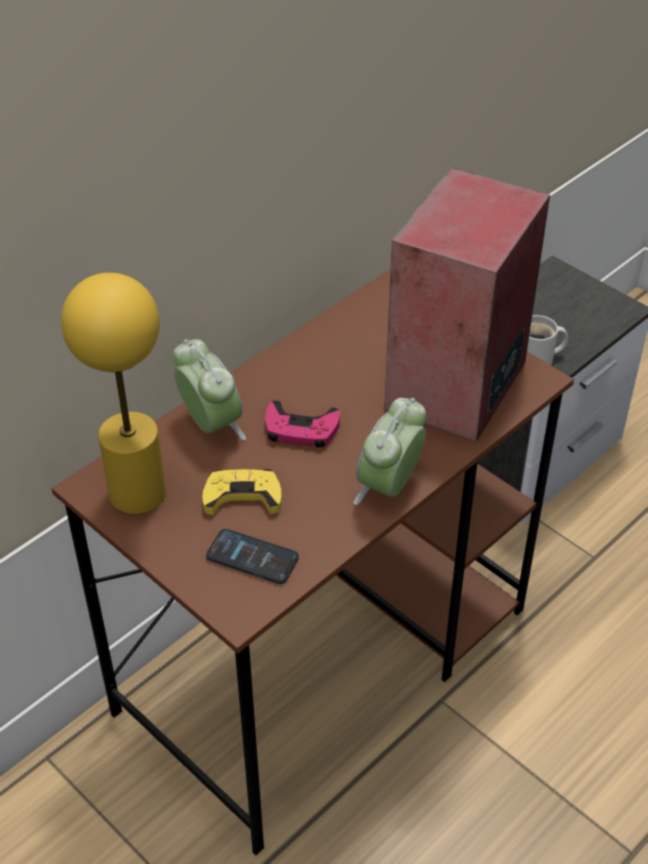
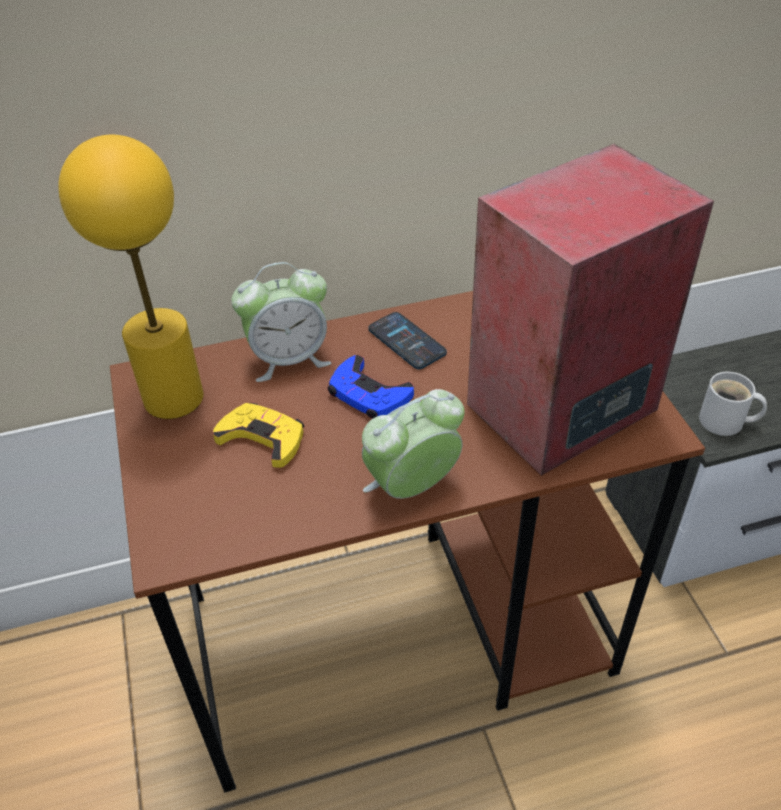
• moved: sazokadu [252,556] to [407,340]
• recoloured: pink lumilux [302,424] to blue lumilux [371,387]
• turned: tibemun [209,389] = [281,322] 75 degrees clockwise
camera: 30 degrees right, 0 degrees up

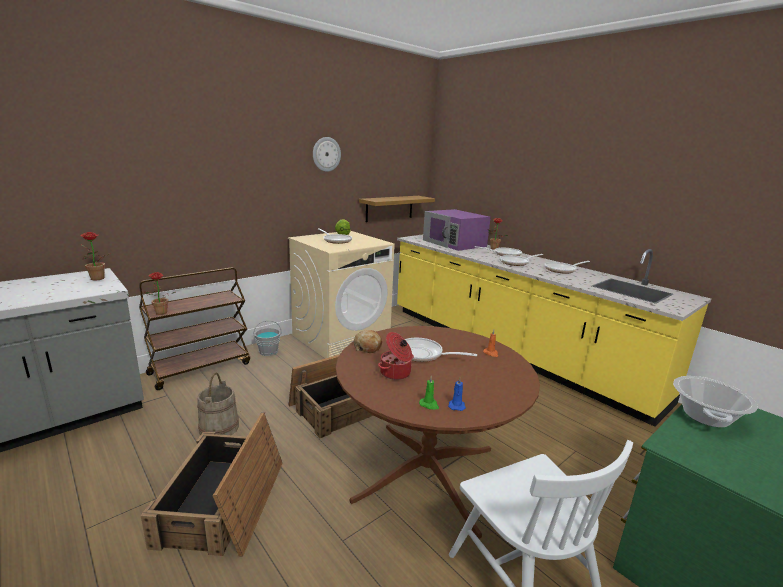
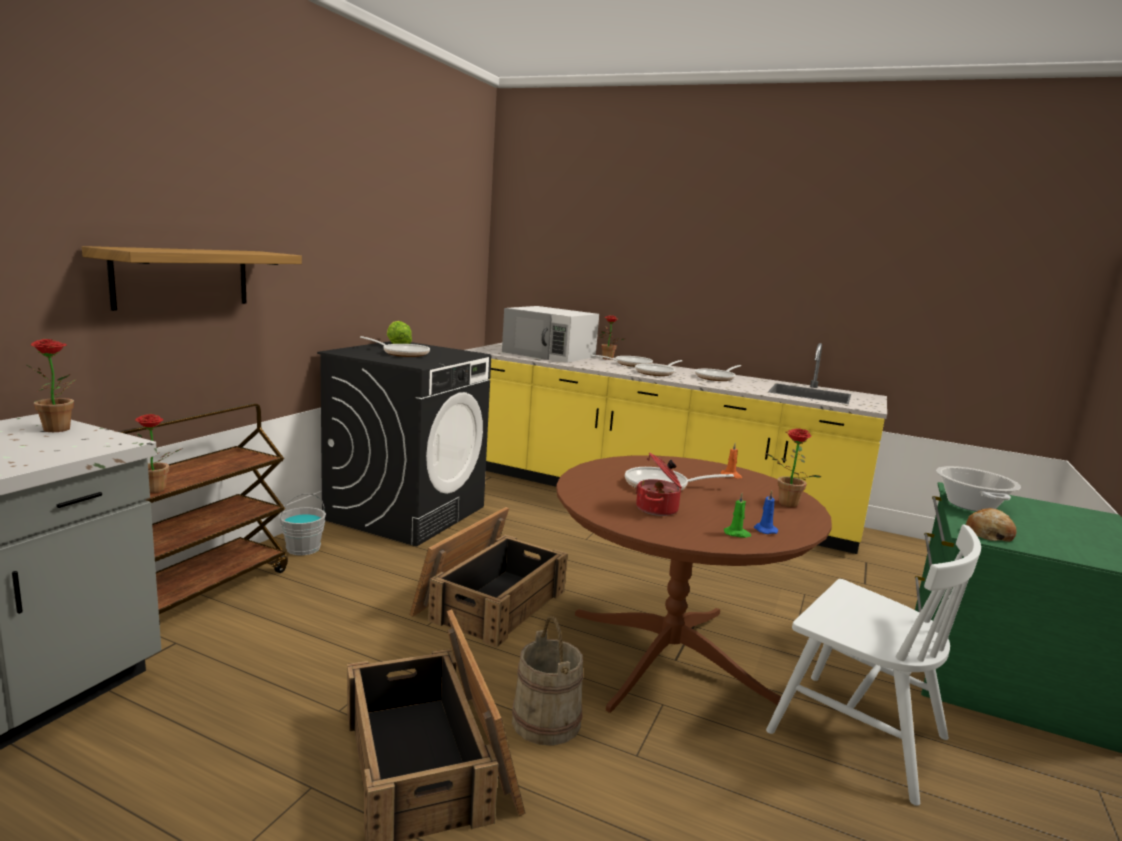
• removed: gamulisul [327,154]
• added: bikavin [793,468]
• moved: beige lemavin [218,404] to [547,681]
• moved: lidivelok [368,341] to [991,525]
• moved: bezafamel [397,209] to [192,278]
• recoloured: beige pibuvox [341,294] to black pibuvox [404,443]
• recoloured: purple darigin [457,230] to white darigin [550,334]
camera: 25 degrees left, 5 degrees down

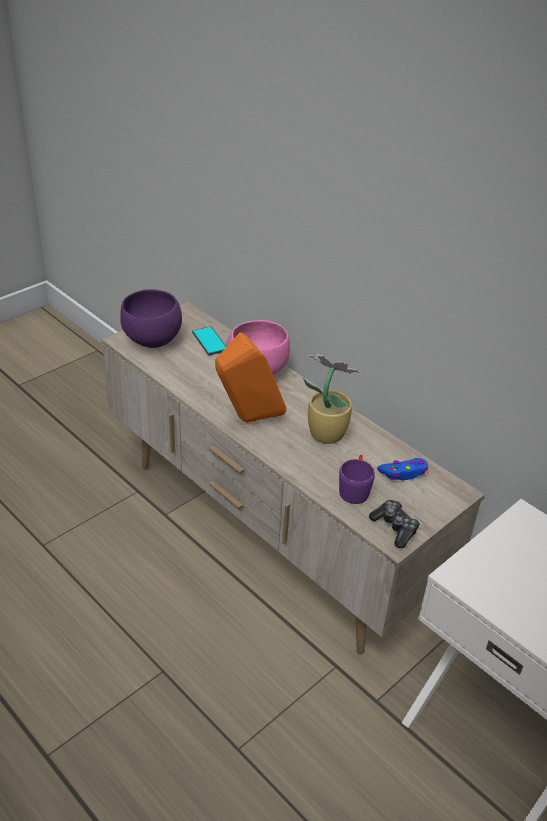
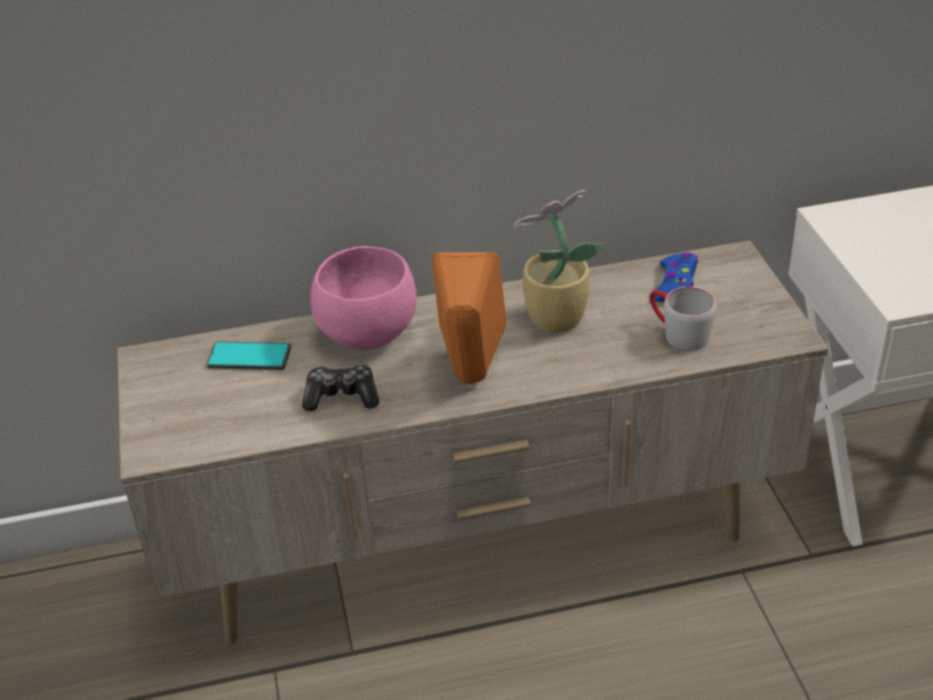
• removed: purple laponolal [151,318]
• moved: lumilux [394,524] to [340,387]
• recoloured: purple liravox [357,479] to grey liravox [683,319]
camera: 55 degrees left, 0 degrees up

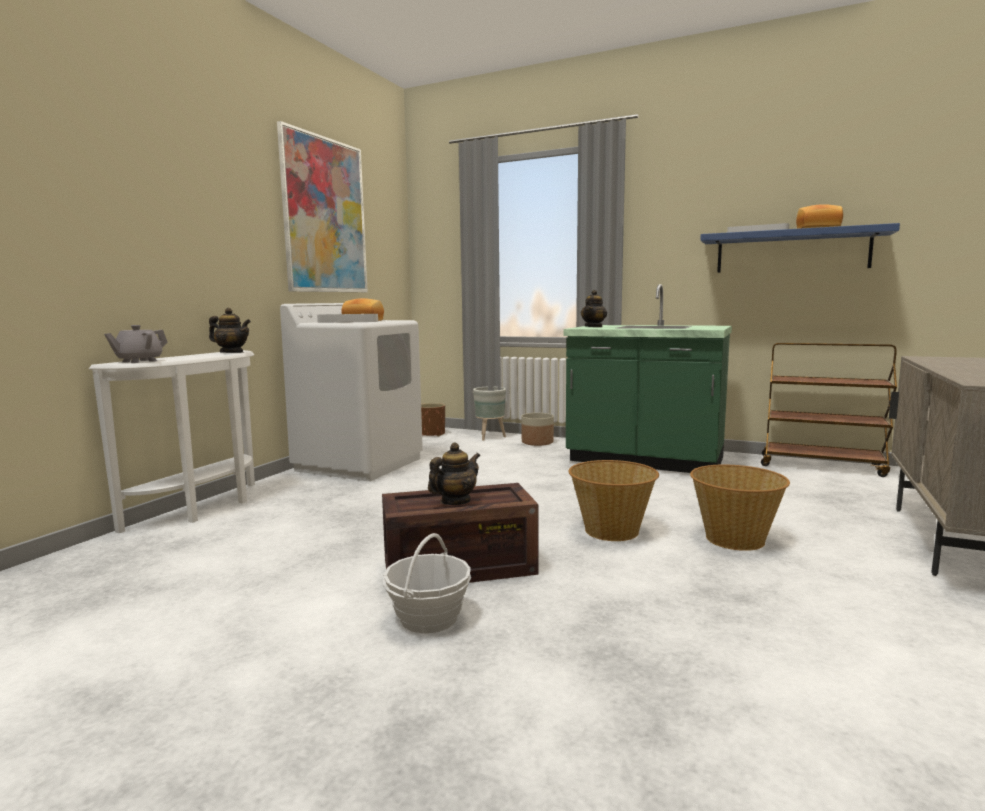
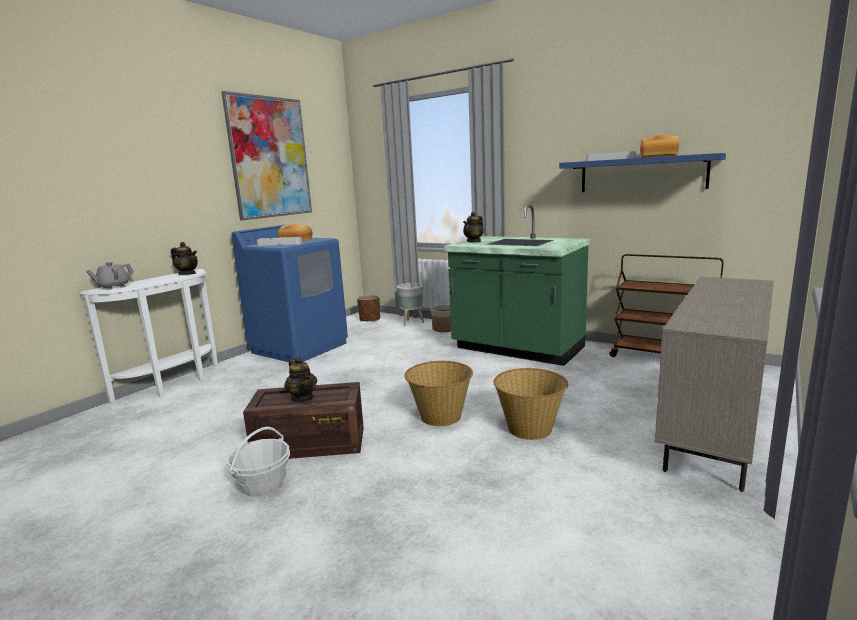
• recoloured: white pibuvox [351,392] to blue pibuvox [289,293]
• turned: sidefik [454,474] = [300,379] 90 degrees clockwise
camera: 10 degrees right, 5 degrees up

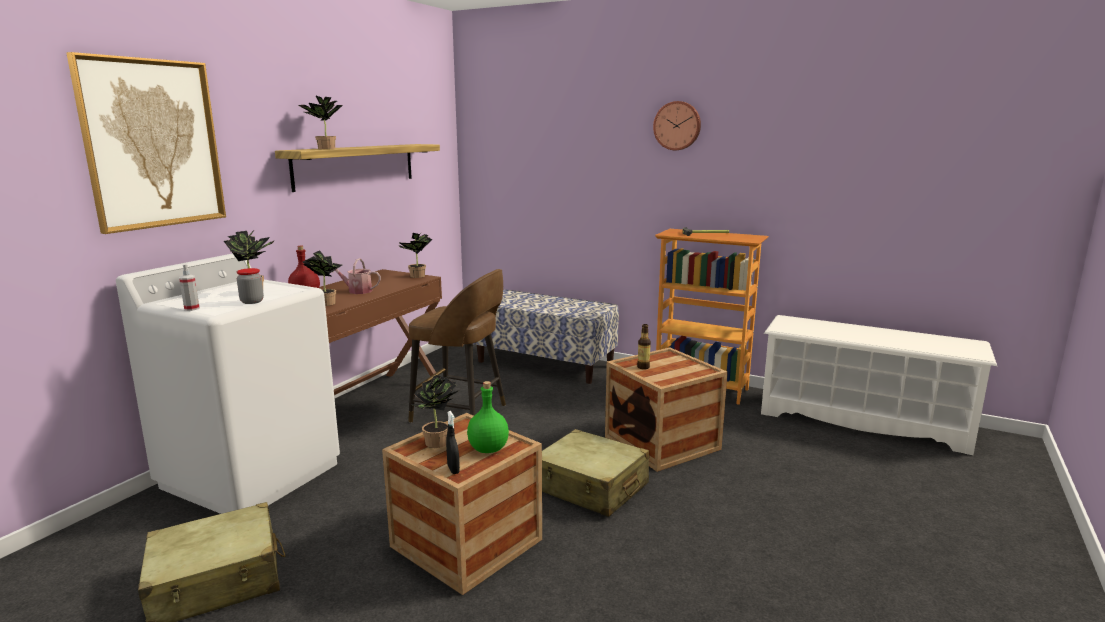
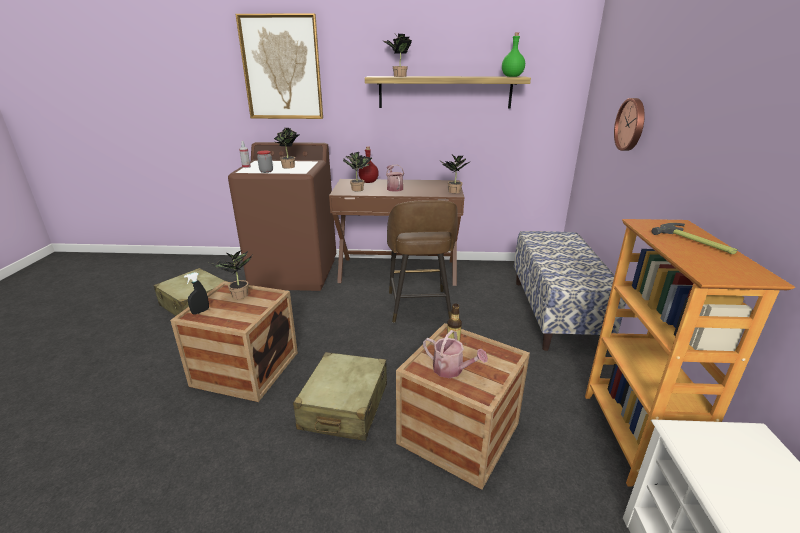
• added: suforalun [455,354]
• moved: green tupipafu [488,417] to [513,54]
• moved: gamulisul [677,125] to [629,124]
• recoloured: white pibuvox [228,383] to brown pibuvox [282,216]
camera: 65 degrees right, 10 degrees up

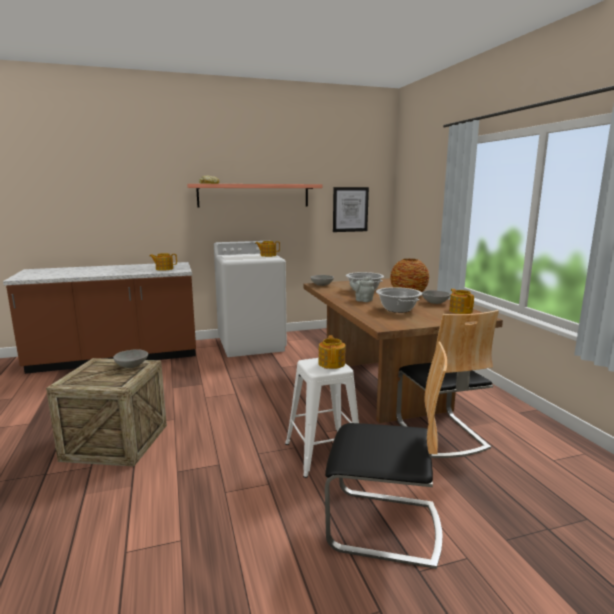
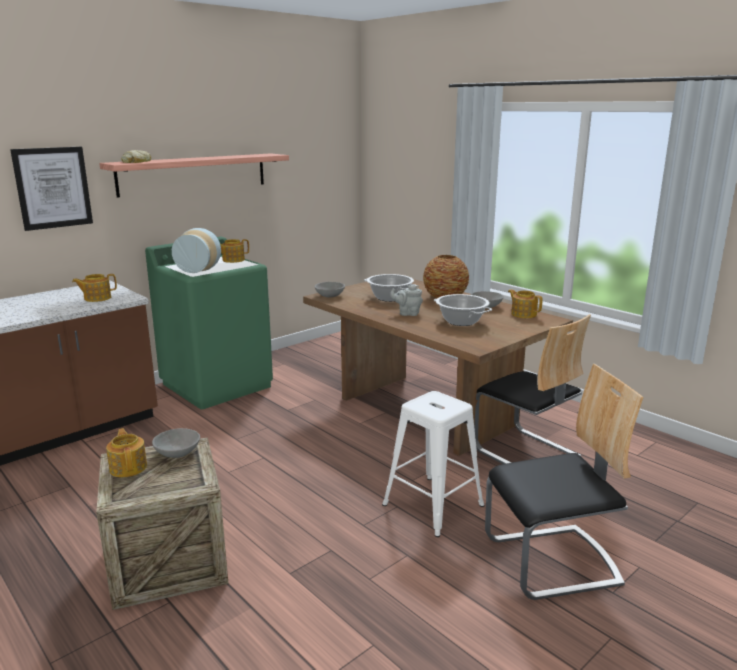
• added: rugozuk [196,250]
• moved: sidefik [332,352] to [126,452]
• moved: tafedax [351,209] to [51,189]
• recoloured: white pibuvox [250,299] to green pibuvox [209,323]
camera: 25 degrees left, 5 degrees up

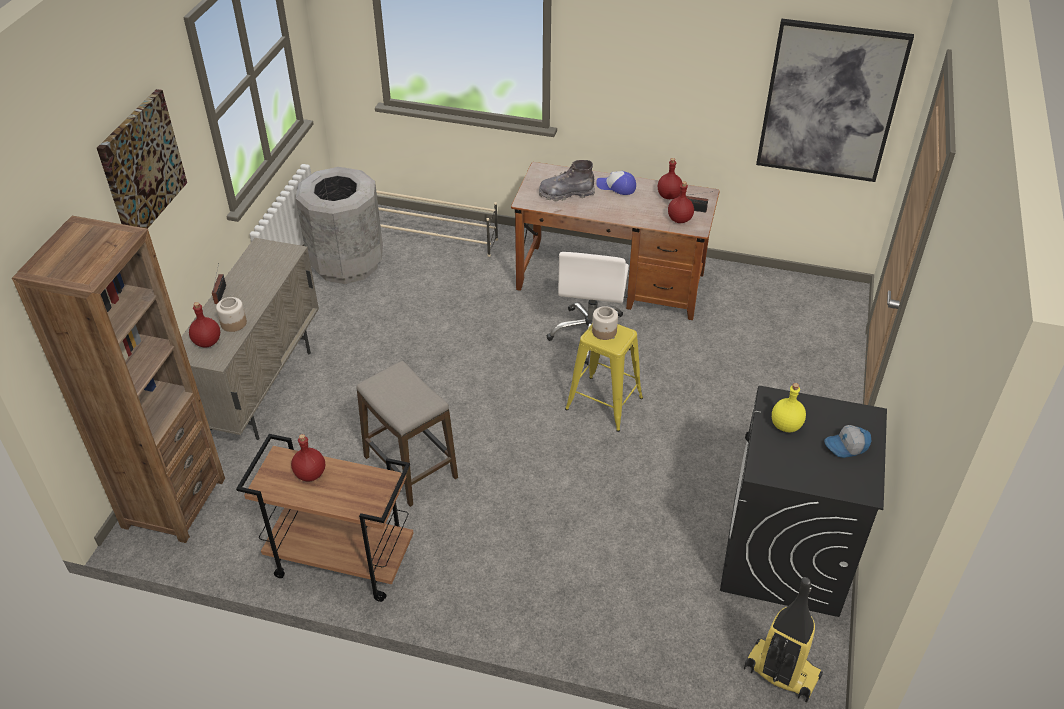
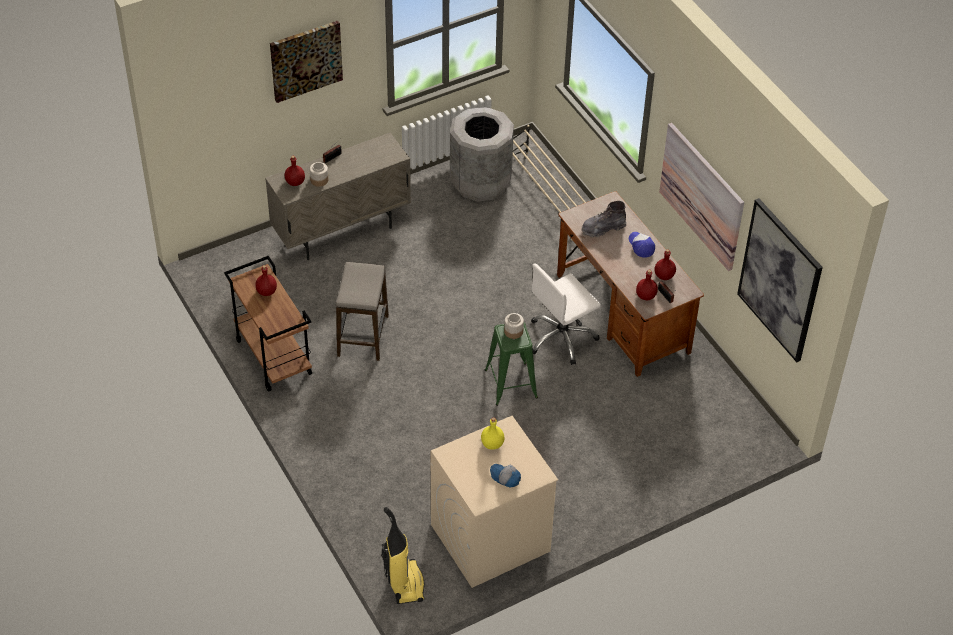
• removed: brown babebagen [118,379]
• added: tafedax [701,197]
• recoloured: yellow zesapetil [604,378] to green zesapetil [511,364]
• recoloured: black pibuvox [803,501] to beige pibuvox [494,502]
• turned: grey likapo [567,180] = [604,219] 60 degrees counterclockwise
camera: 45 degrees right, 5 degrees up

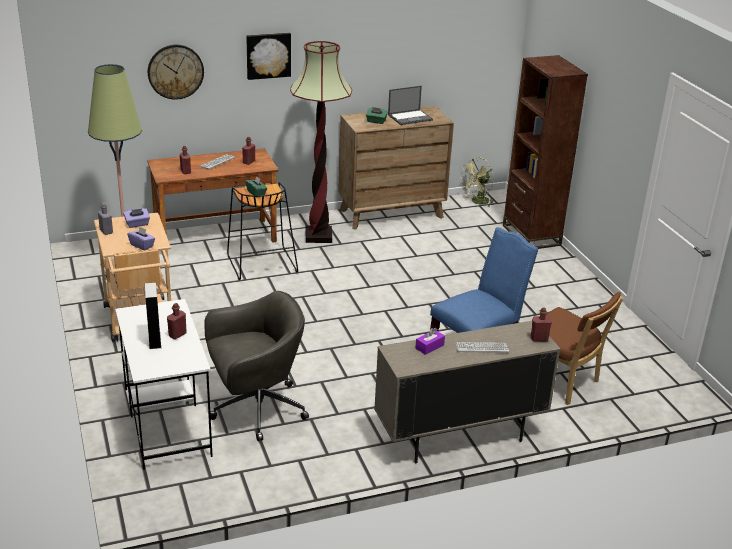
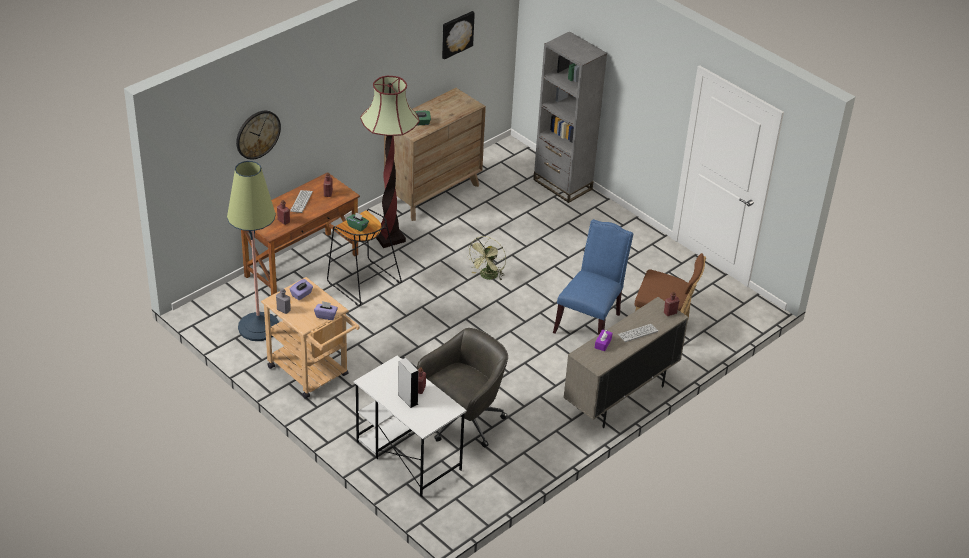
• removed: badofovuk [410,105]
• moved: tafedax [268,56] to [458,35]
• moved: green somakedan [477,182] to [486,258]
• recoloured: brown babebagen [545,152] to grey babebagen [570,117]
camera: 25 degrees left, 10 degrees up

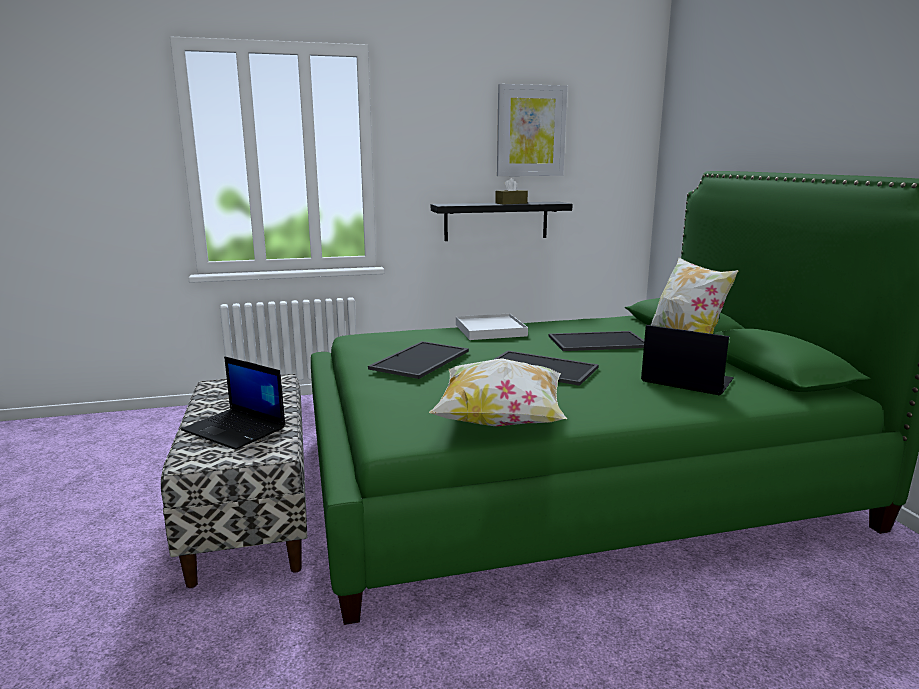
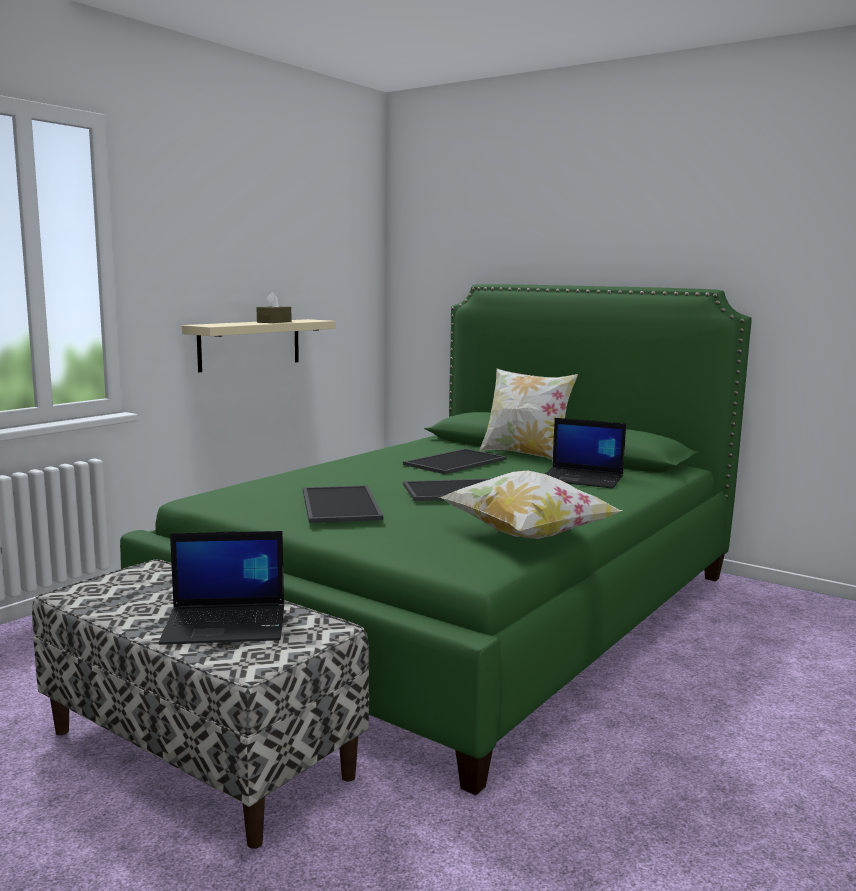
• removed: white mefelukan [492,326]
• removed: tafedax [532,130]
• recoloured: black bezafamel [502,221] to beige bezafamel [259,345]
• turned: badofovuk [687,360] = [585,453] 150 degrees counterclockwise
camera: 40 degrees left, 5 degrees down

